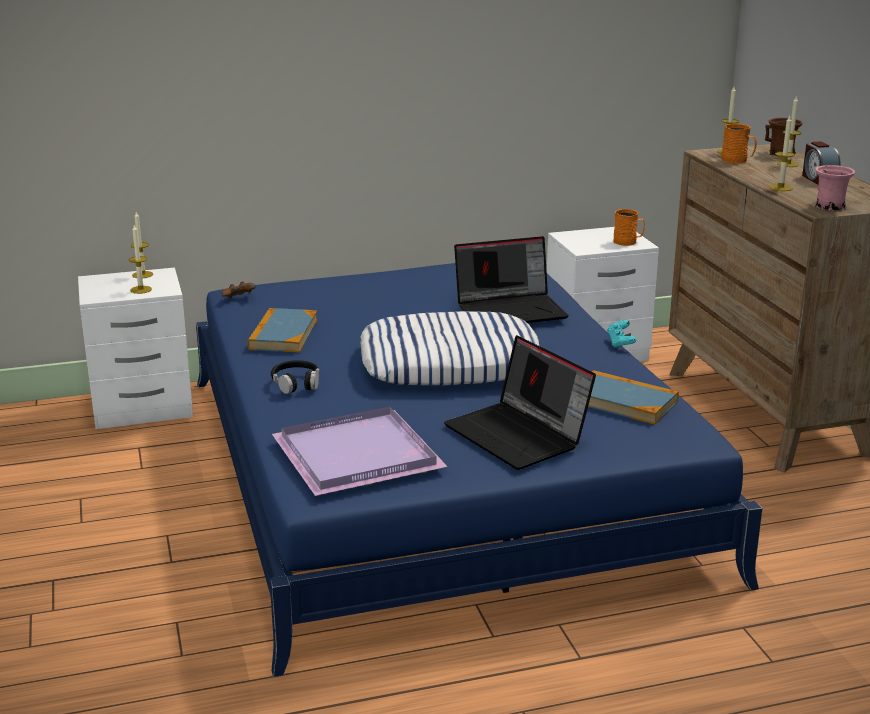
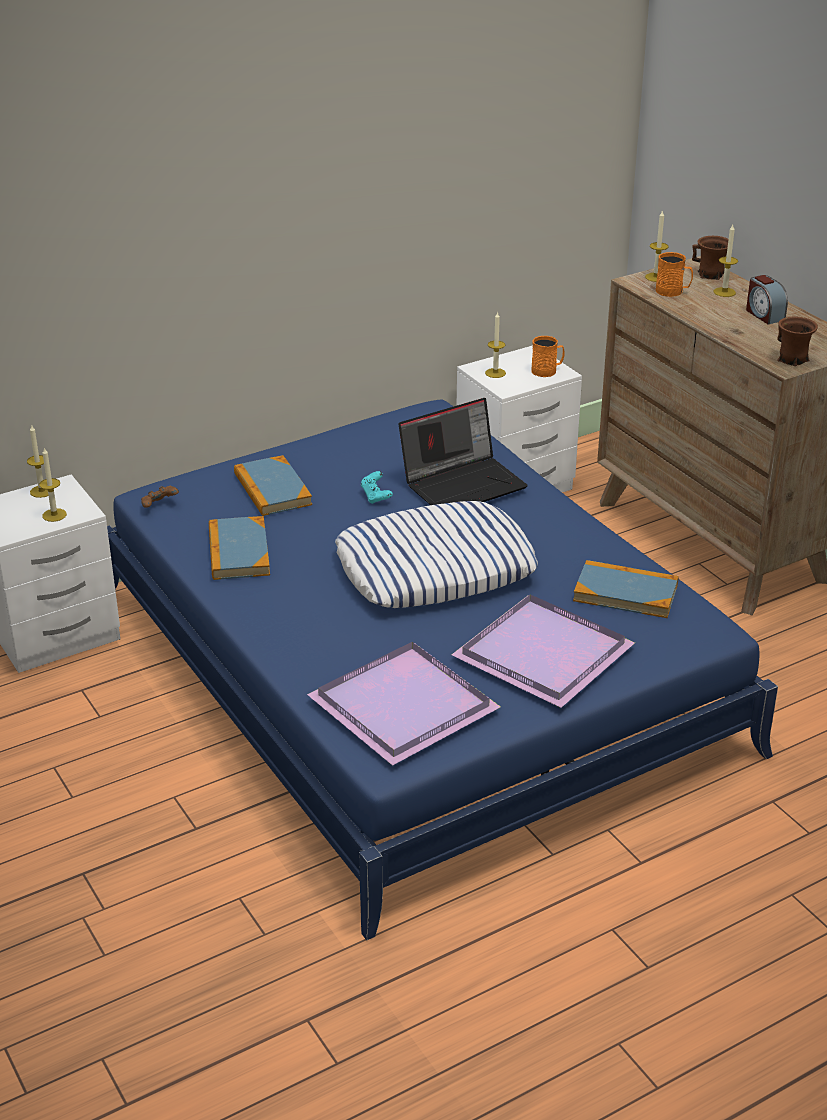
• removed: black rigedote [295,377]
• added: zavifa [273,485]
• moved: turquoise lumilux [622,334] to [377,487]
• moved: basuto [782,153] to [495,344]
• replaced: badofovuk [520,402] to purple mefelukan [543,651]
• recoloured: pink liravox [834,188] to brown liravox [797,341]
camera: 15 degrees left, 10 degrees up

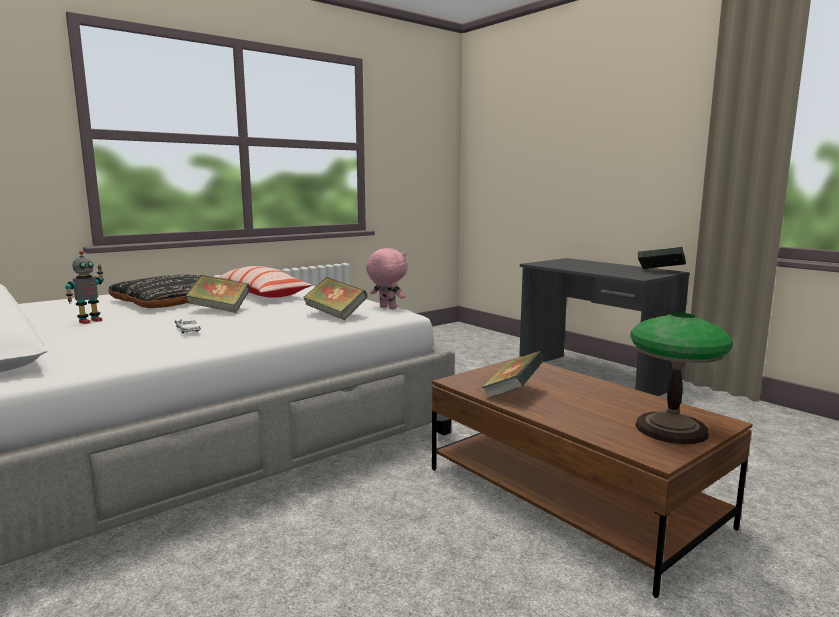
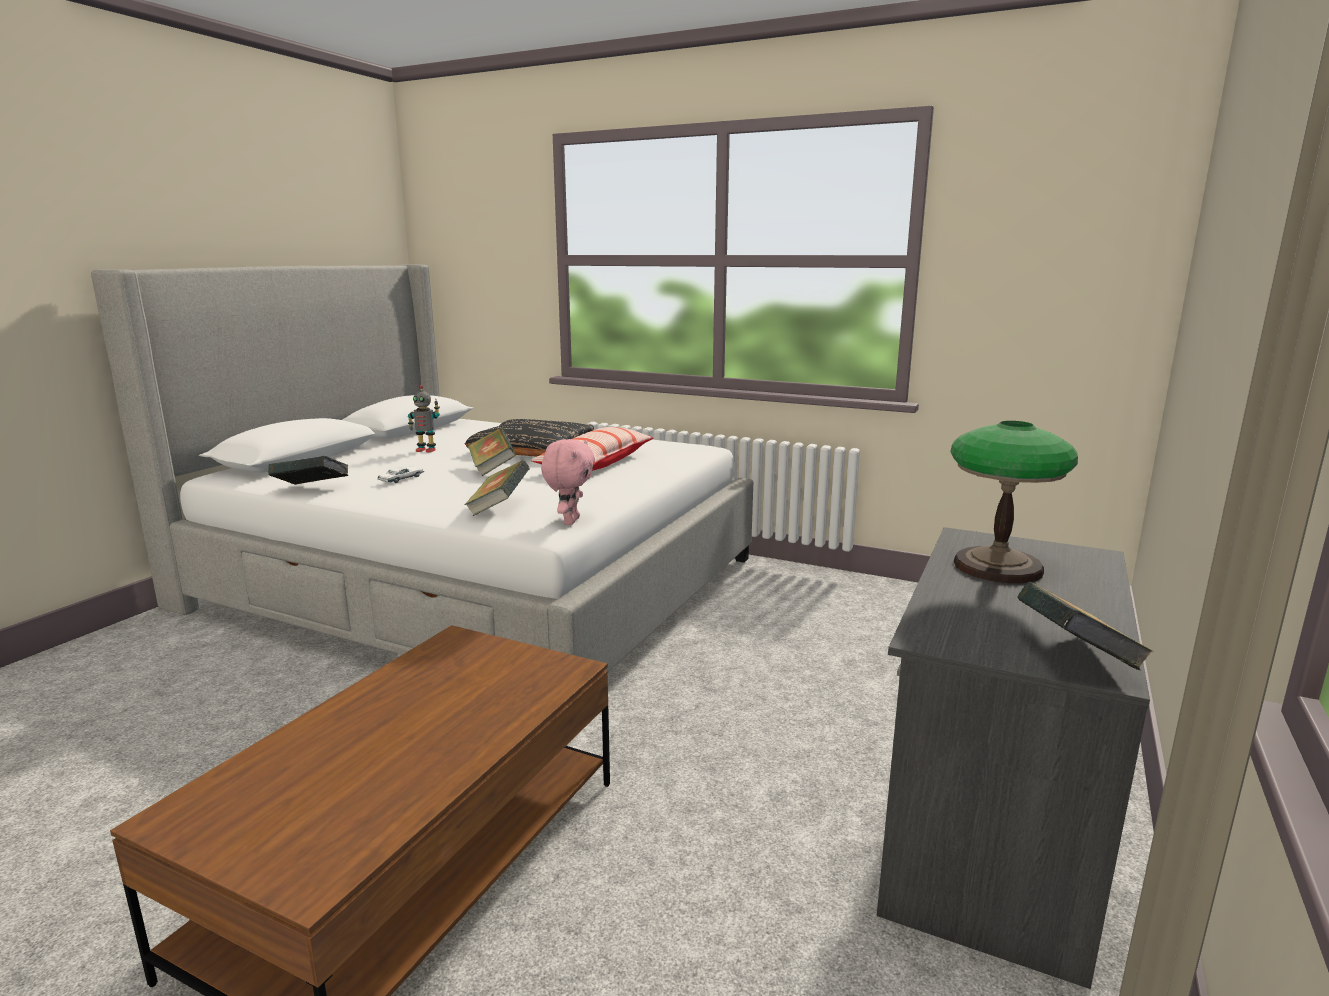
• moved: zavifa [513,375] to [308,470]
• moved: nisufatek [681,378] to [1014,502]
camera: 65 degrees right, 5 degrees up

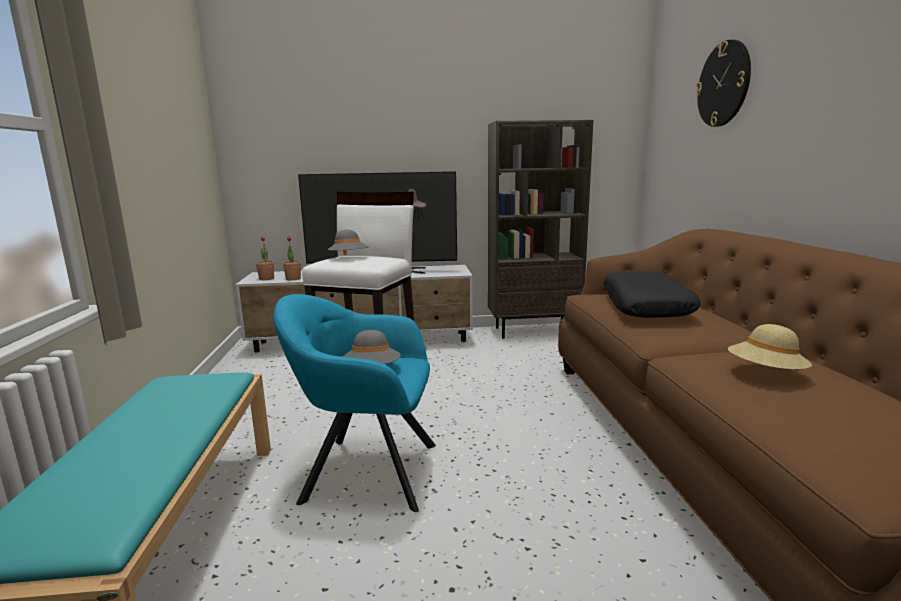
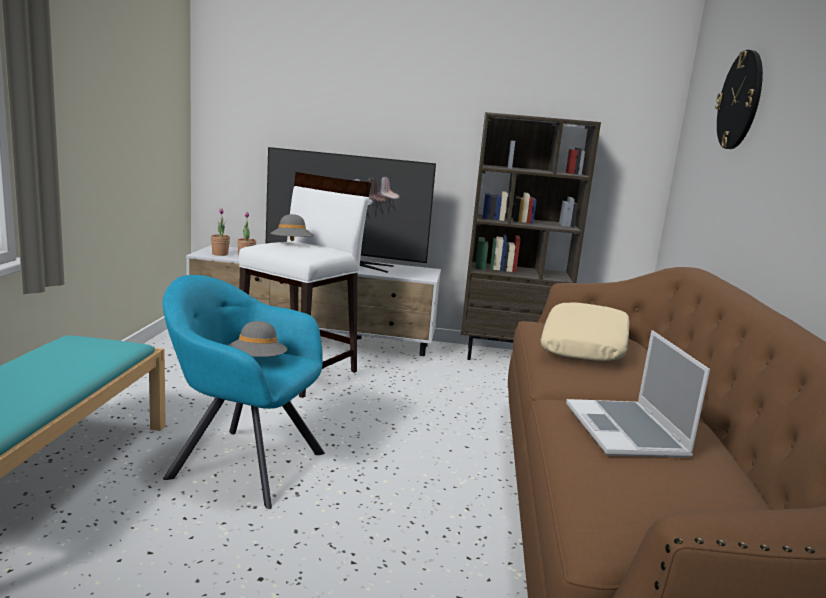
• replaced: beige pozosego [770,347] to badofovuk [638,393]
• recoloured: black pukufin [652,294] to beige pukufin [585,331]
camera: 10 degrees right, 0 degrees up

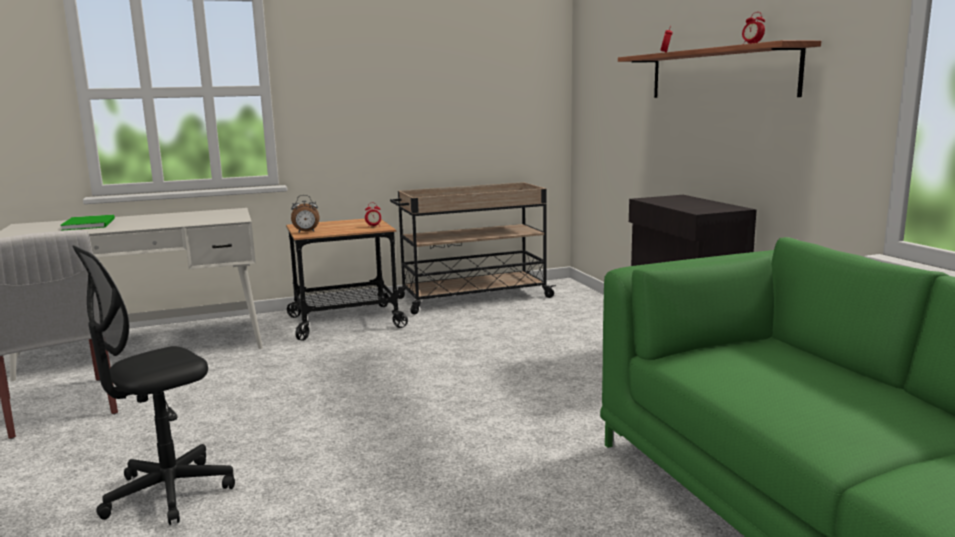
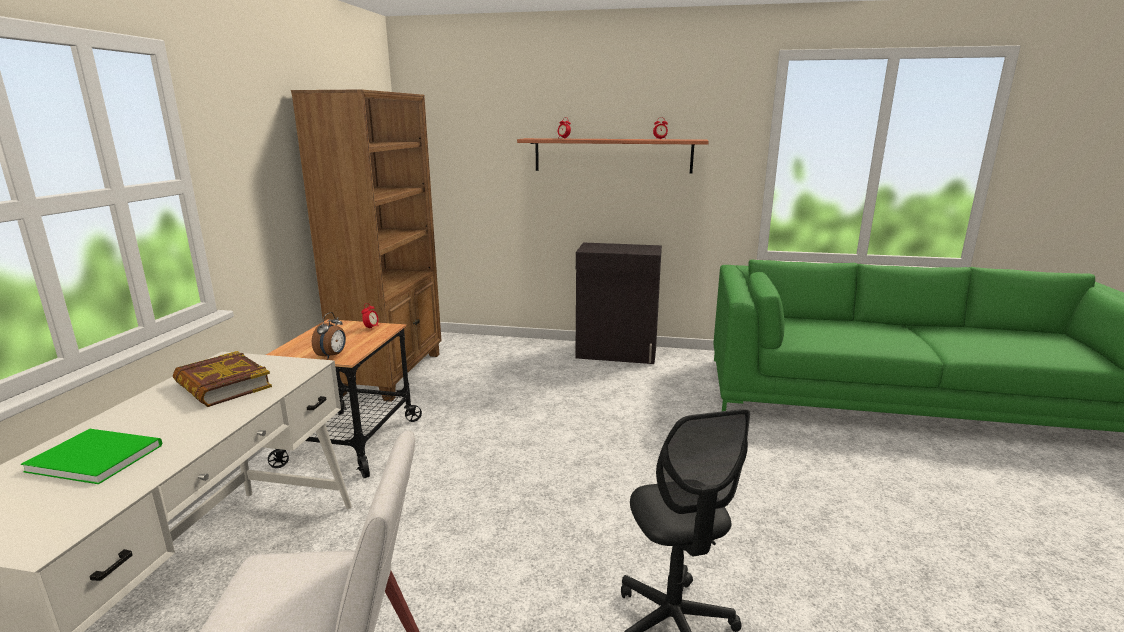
• added: zavifa [222,379]
• replaced: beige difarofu [473,248] to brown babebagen [366,245]
camera: 60 degrees left, 5 degrees up

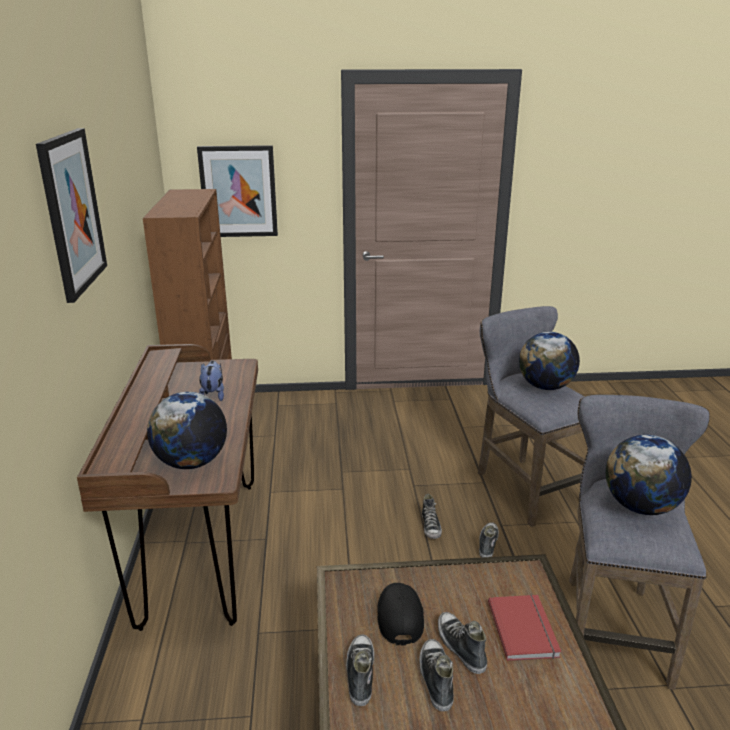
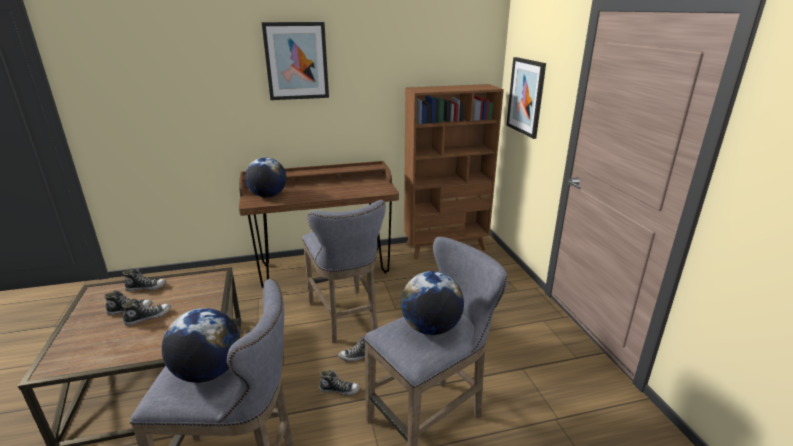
• removed: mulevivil [211,381]
• removed: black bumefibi [400,614]
• removed: red zavifa [524,628]
• added: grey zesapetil [344,271]
camera: 80 degrees right, 0 degrees up

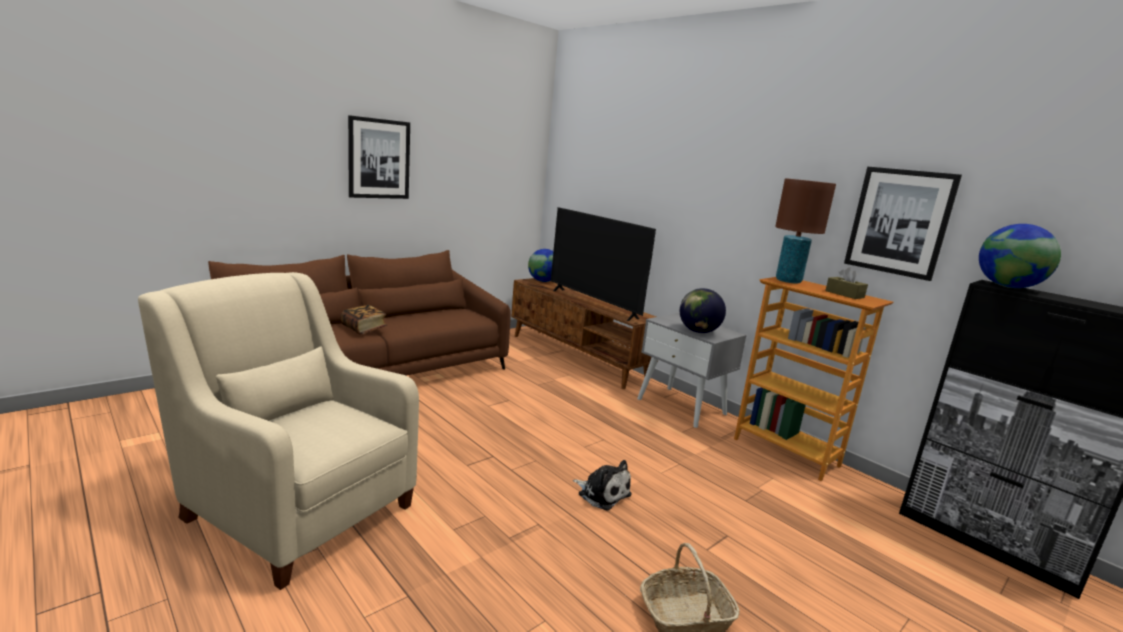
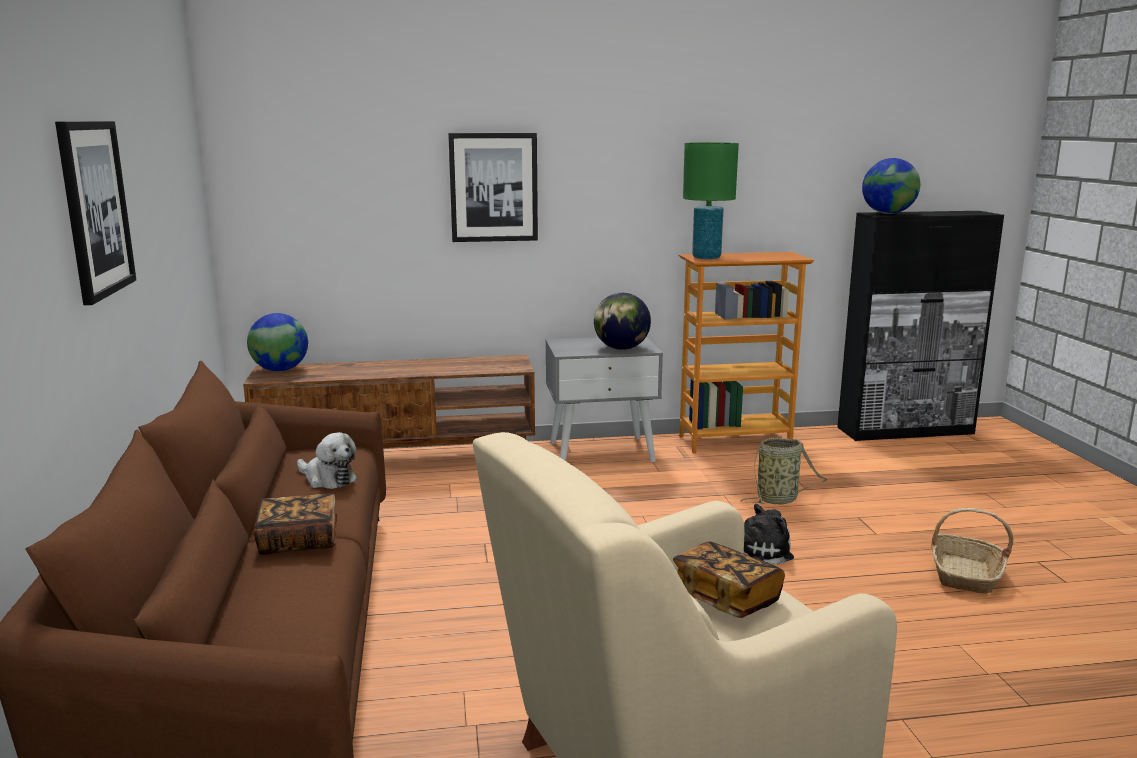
• removed: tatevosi [603,264]
• removed: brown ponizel [846,283]
• added: mulevivil [327,460]
• added: zavifa [729,580]
• added: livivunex [784,471]
• moved: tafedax [903,224] to [493,187]
• recoloured: brown nisufatek [805,231] to green nisufatek [711,200]
camera: 55 degrees left, 0 degrees up

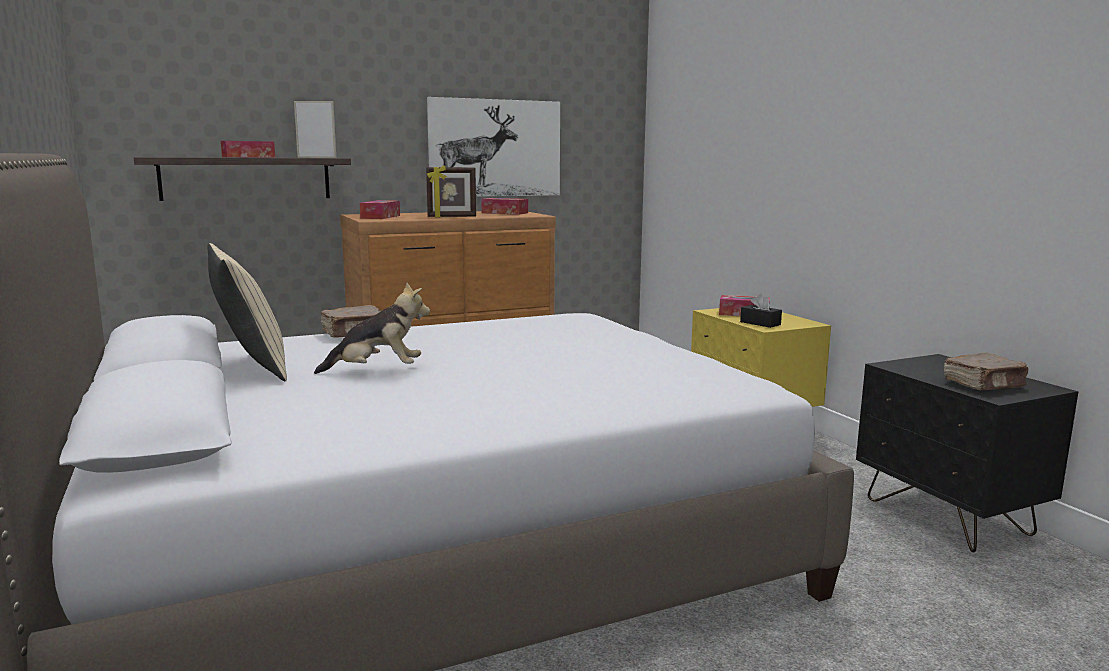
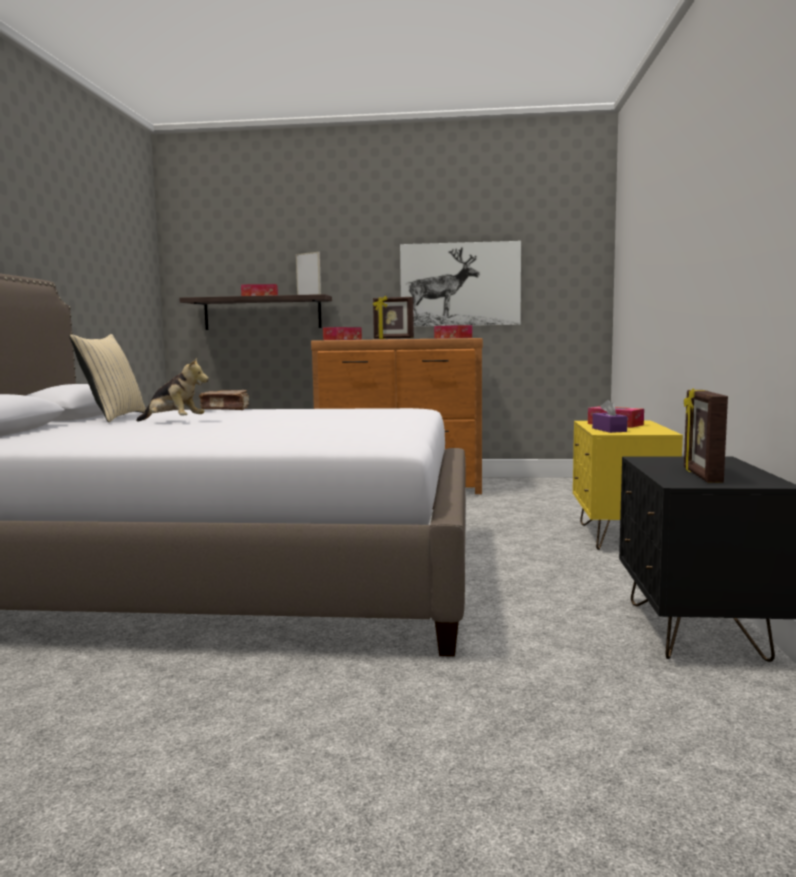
• replaced: brown zavifa [986,371] to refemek [706,435]
• recoloured: black ponizel [761,311] to purple ponizel [610,416]
camera: 30 degrees right, 5 degrees down

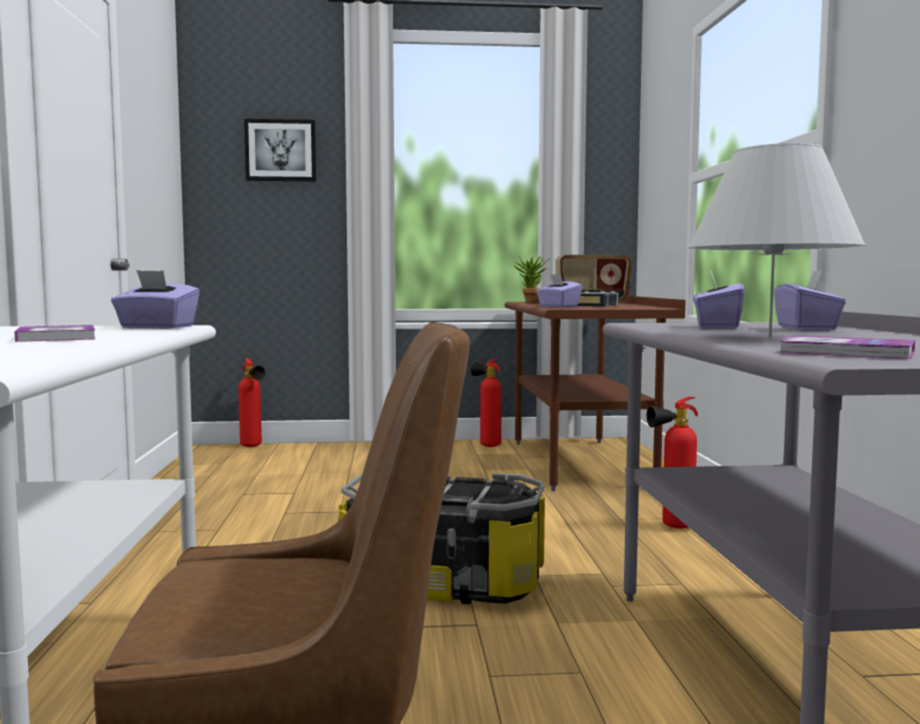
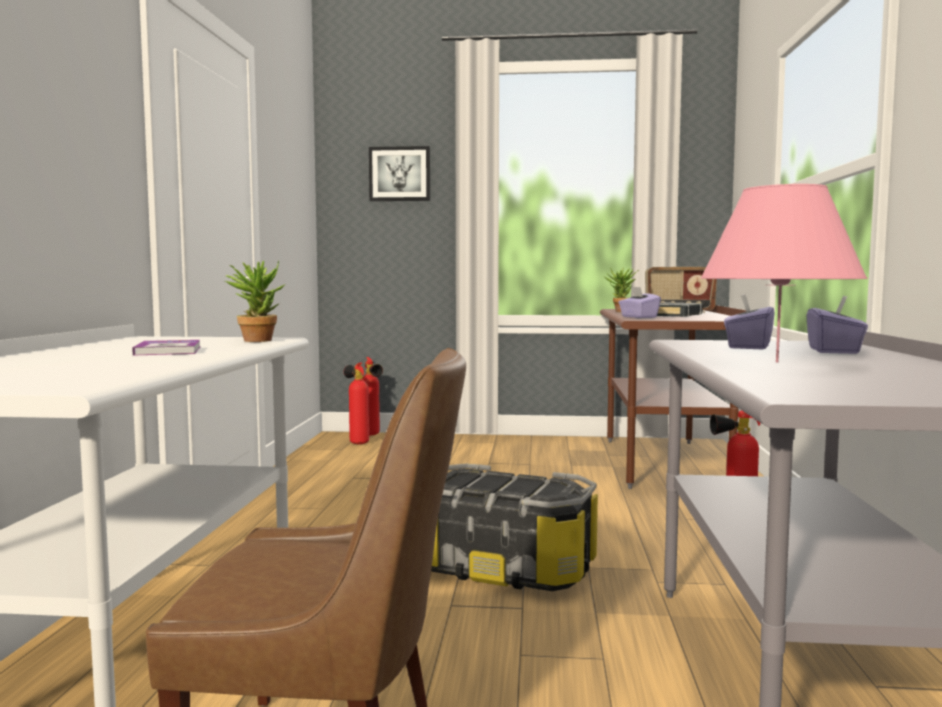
• removed: zavifa [847,347]
• moved: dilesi [486,403] to [356,403]
• replaced: purple ponizel [155,299] to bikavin [255,301]
• recoloured: white nisufatek [777,240] to pink nisufatek [784,273]
camera: 10 degrees right, 0 degrees up

